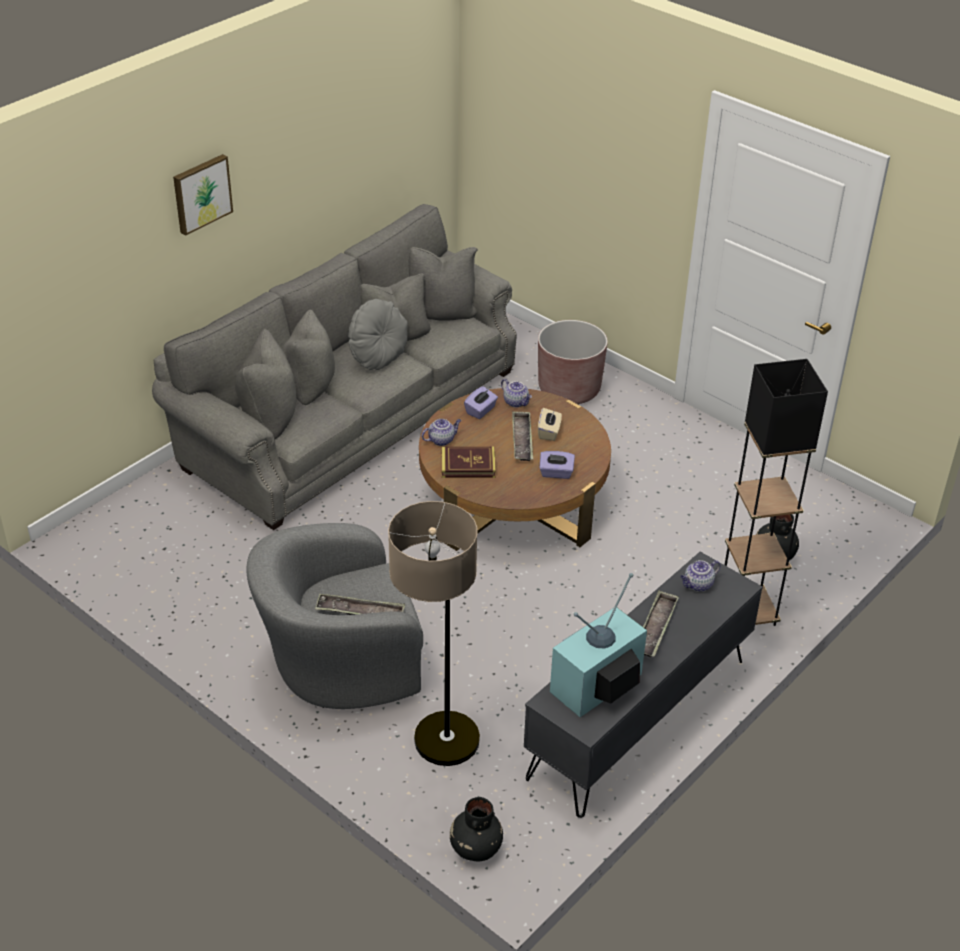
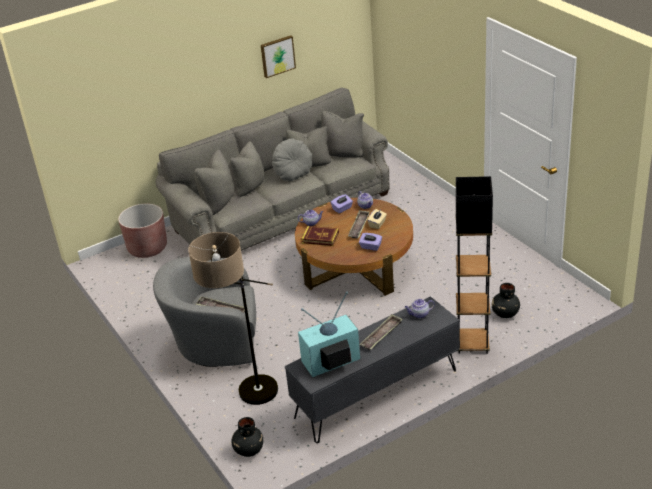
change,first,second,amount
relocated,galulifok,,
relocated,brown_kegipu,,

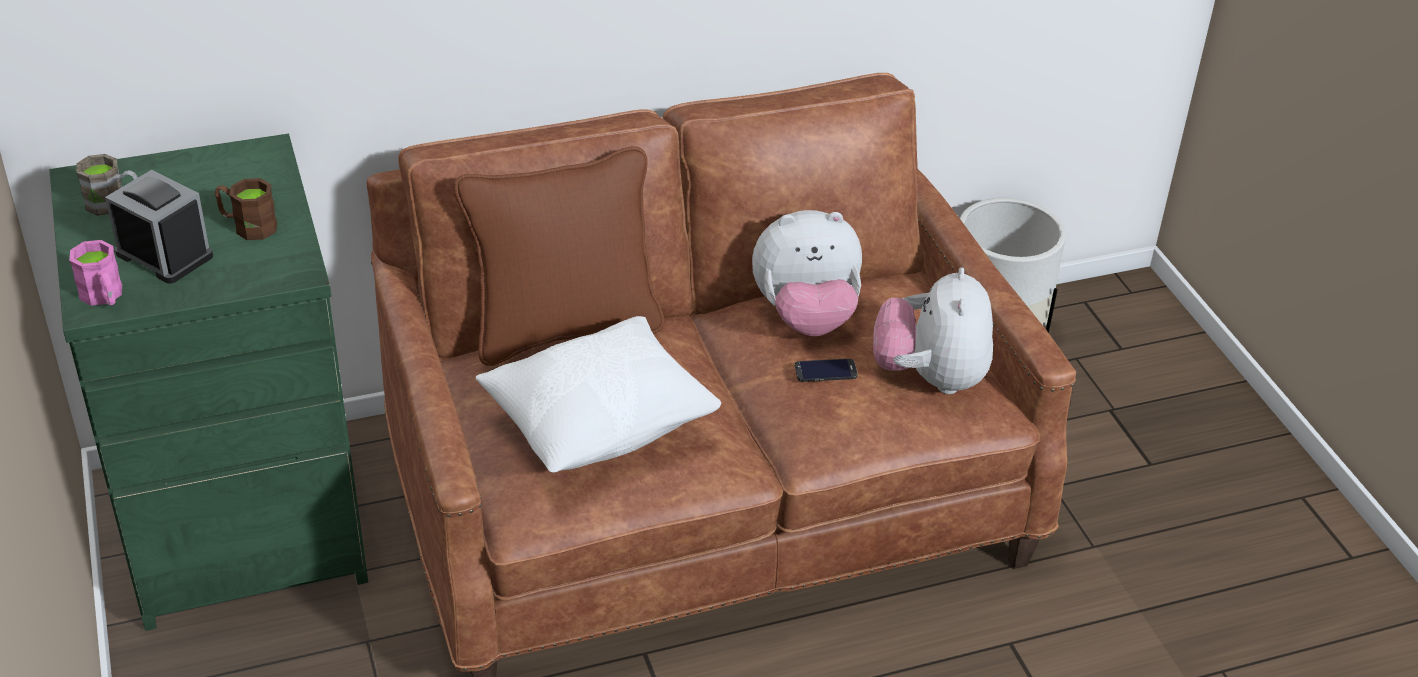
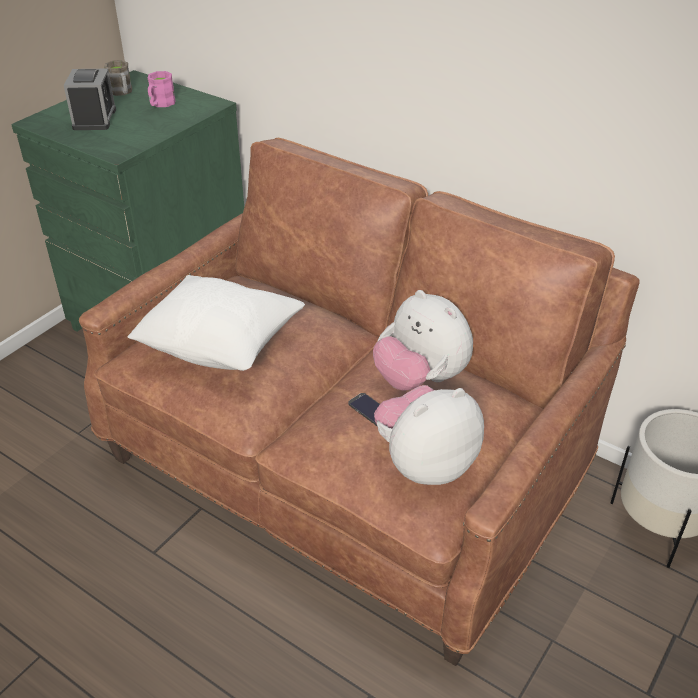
change,first,second,amount
relocated,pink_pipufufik,,
missing,brown_pipufufik (no. 2 from left),,
missing,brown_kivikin,,

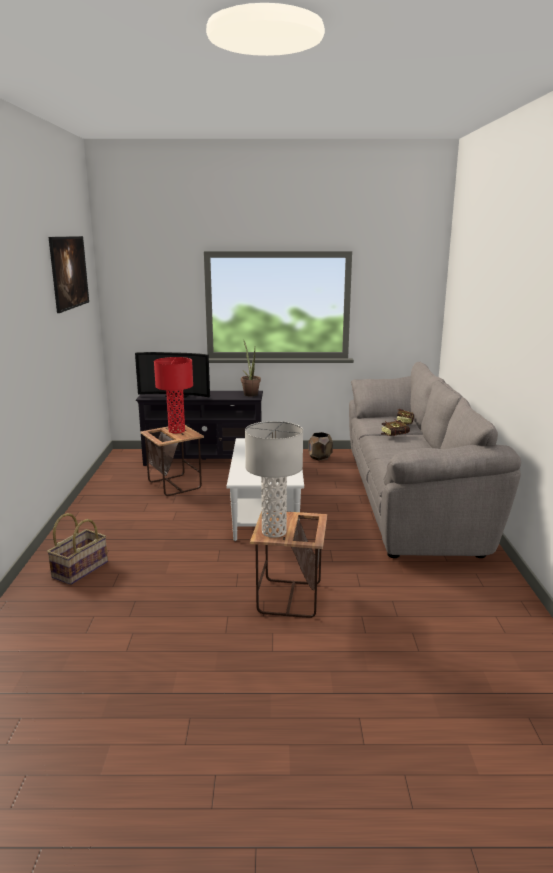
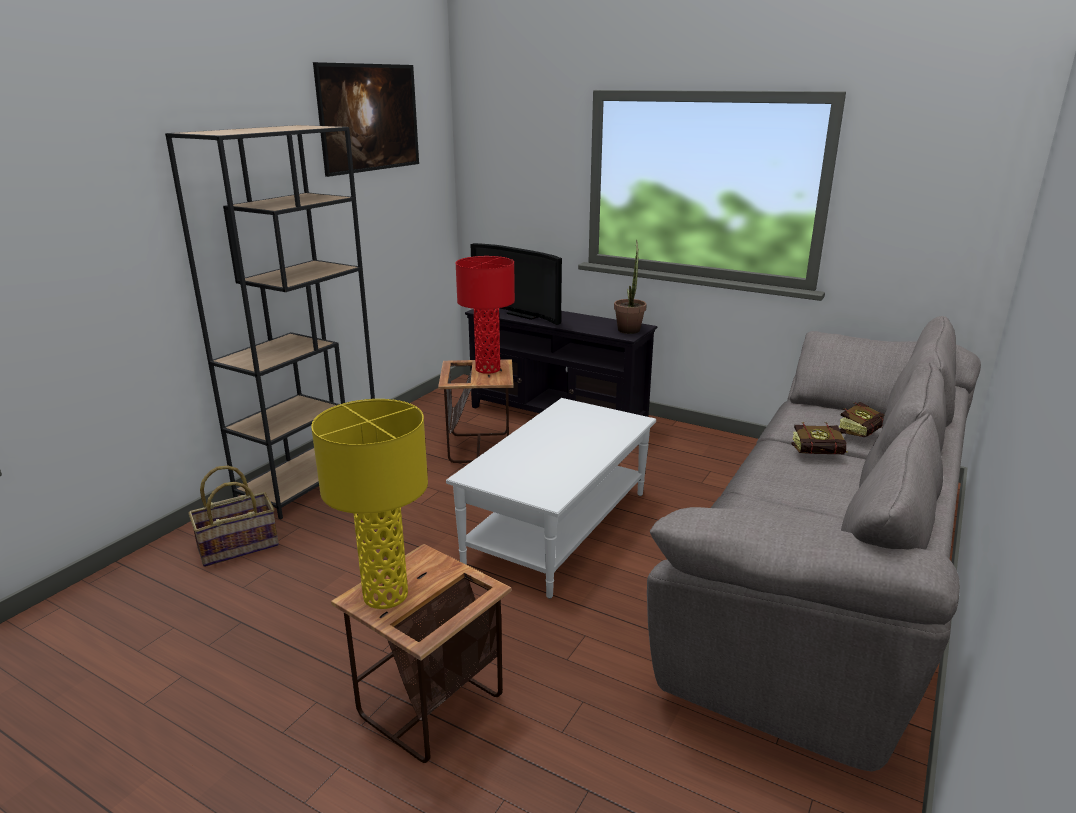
change,first,second,amount
colour,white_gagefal,yellow_gagefal,
missing,brown_kegipu,,
appeared,,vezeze,

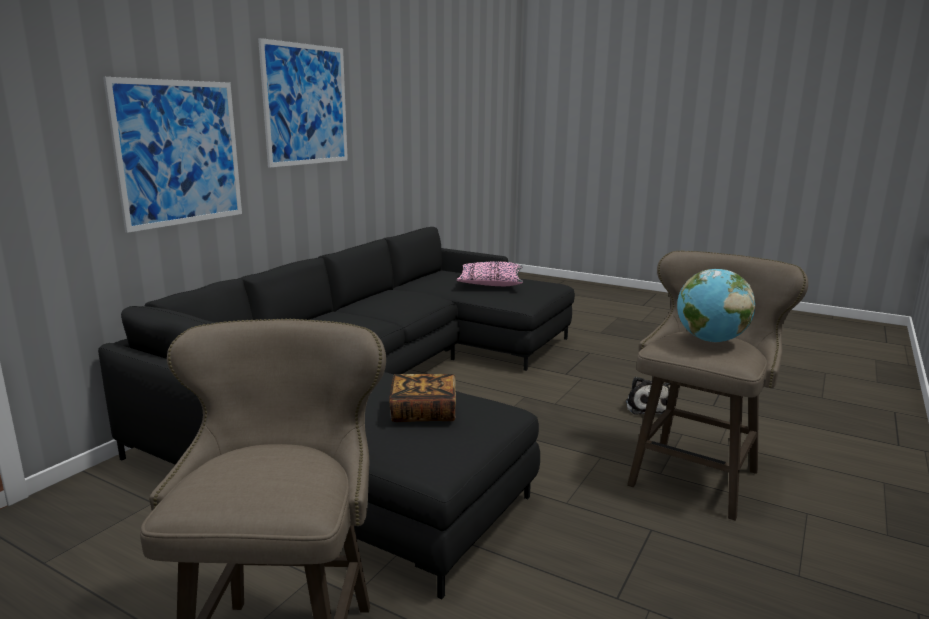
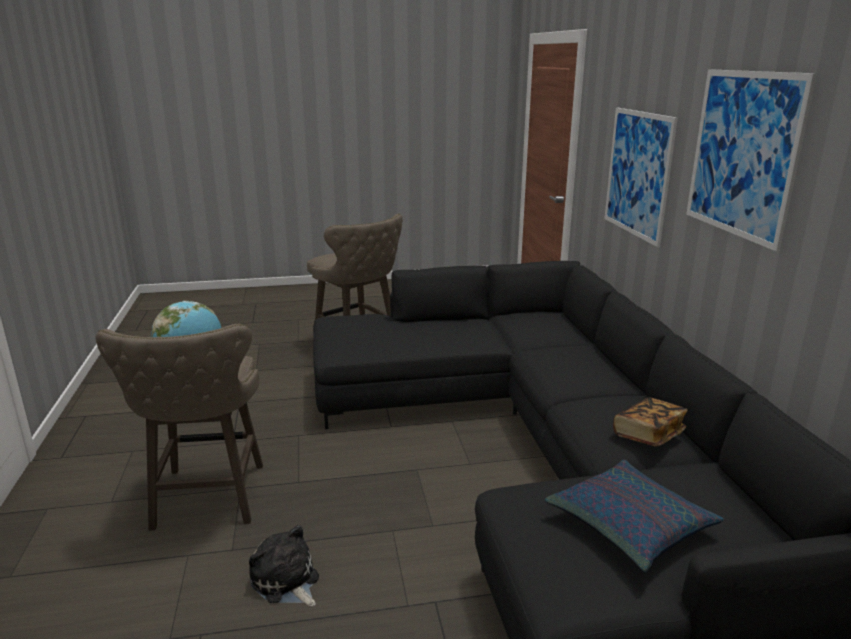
change,first,second,amount
relocated,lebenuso,,
colour,pink_kivikin,blue_kivikin,

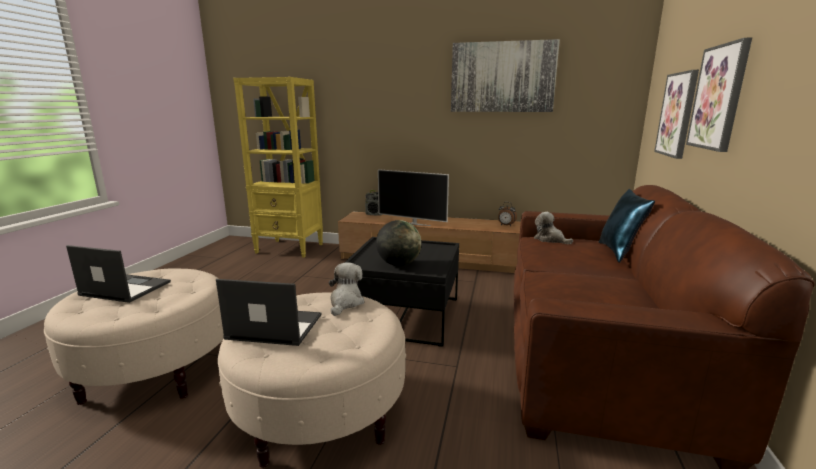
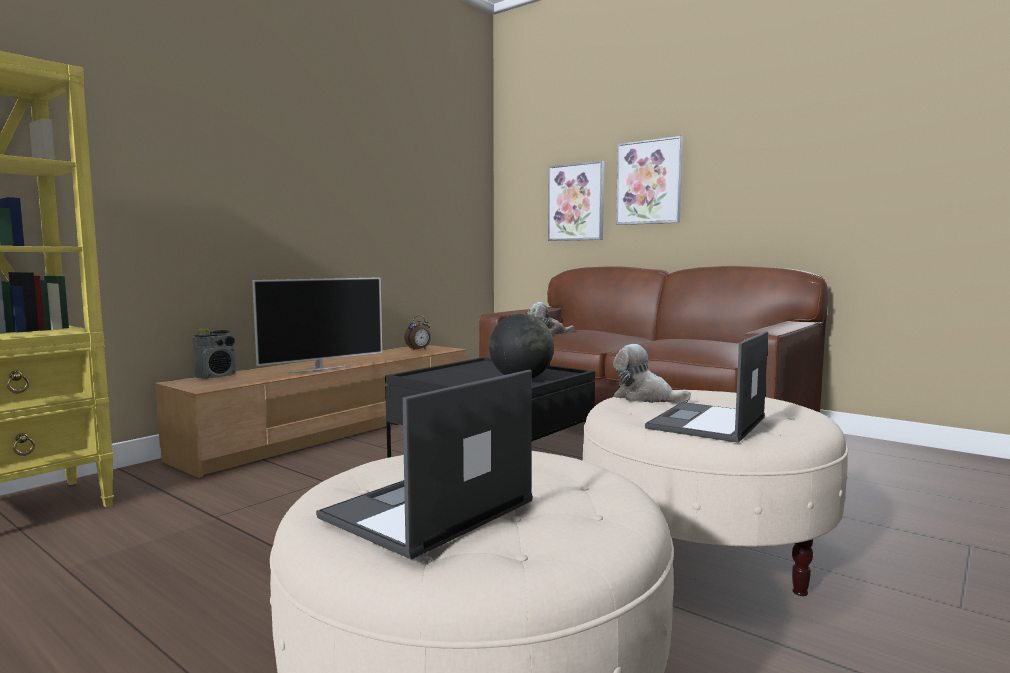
change,first,second,amount
missing,galulifok (no. 1 from left),,
missing,blue_kivikin,,

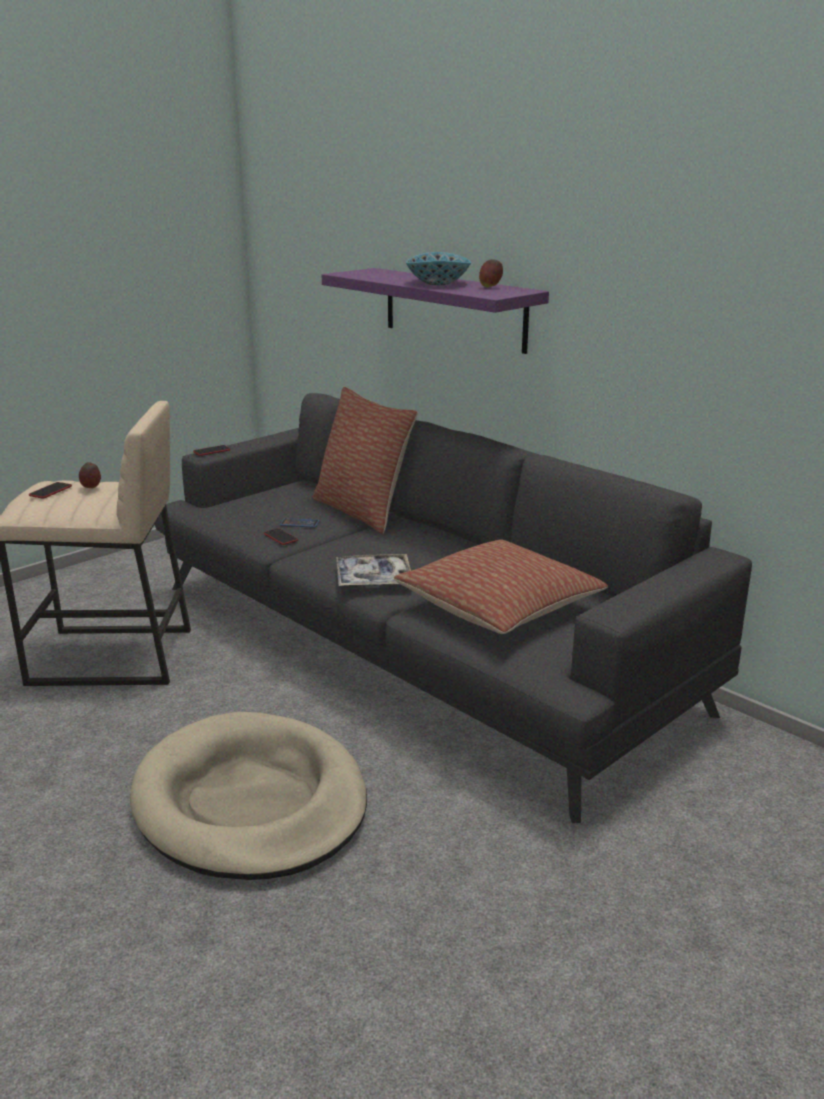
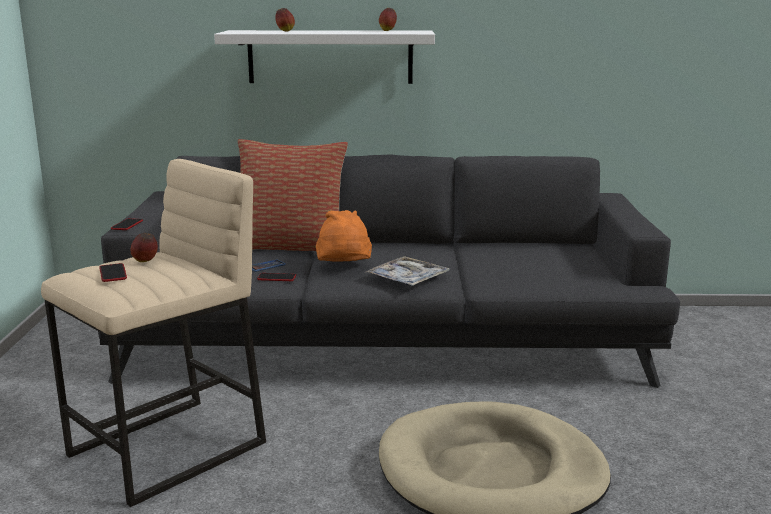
change,first,second,amount
colour,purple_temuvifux,white_temuvifux,
missing,kivikin (no. 2 from left),,
missing,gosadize,,
appeared,,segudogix (no. 2 from left),
appeared,,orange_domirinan,

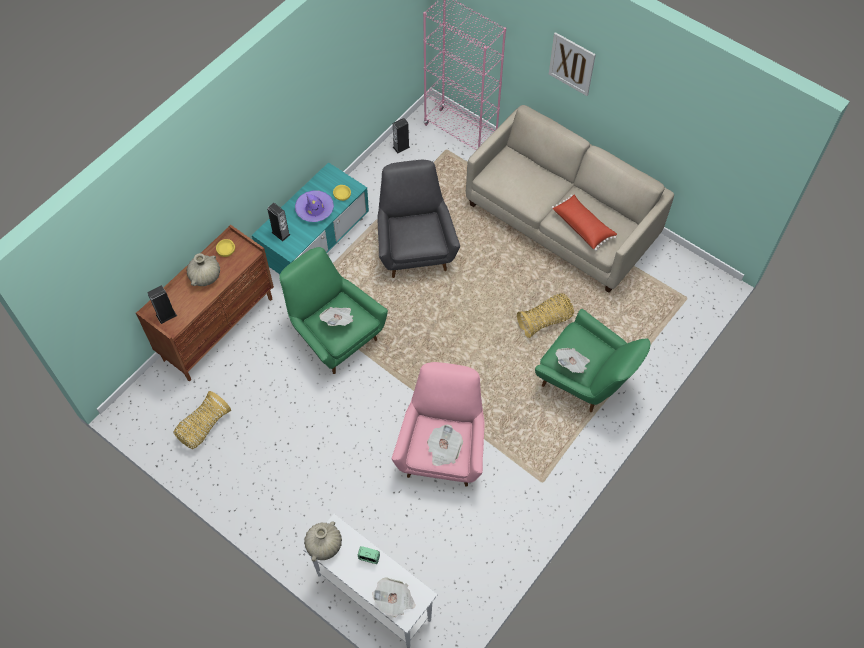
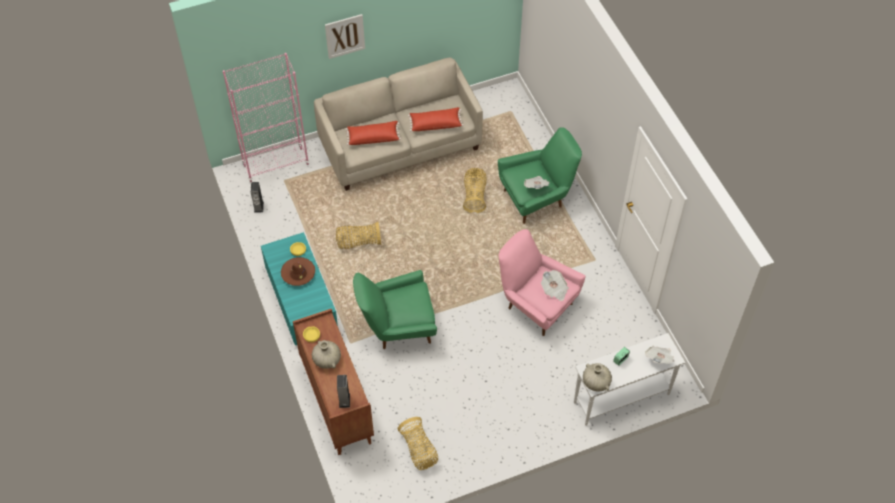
change,first,second,amount
missing,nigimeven (no. 2 from left),,
colour,purple_domirinan,brown_domirinan,
missing,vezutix (no. 1 from left),,
exchanged,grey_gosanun,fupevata (no. 1 from left),
appeared,,red_kivikin (no. 1 from left),

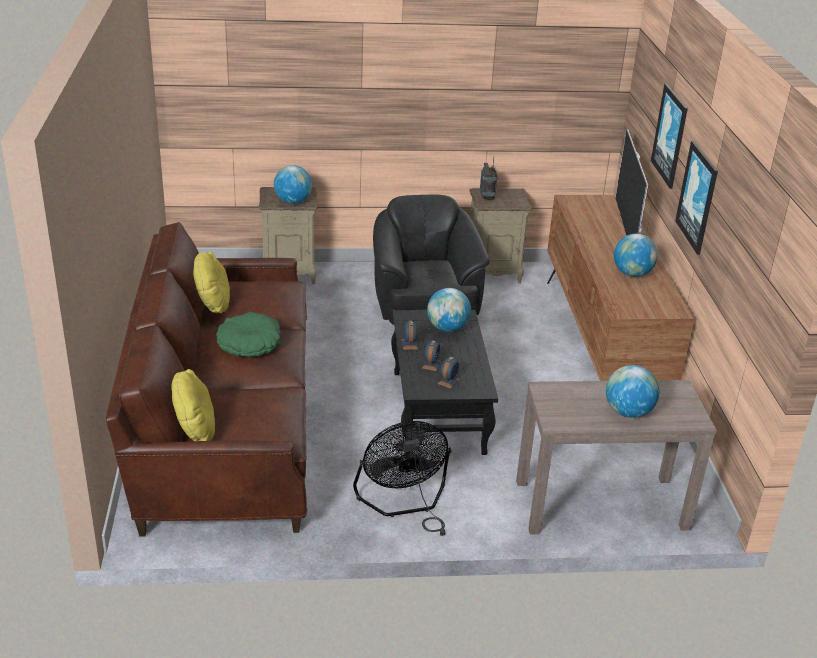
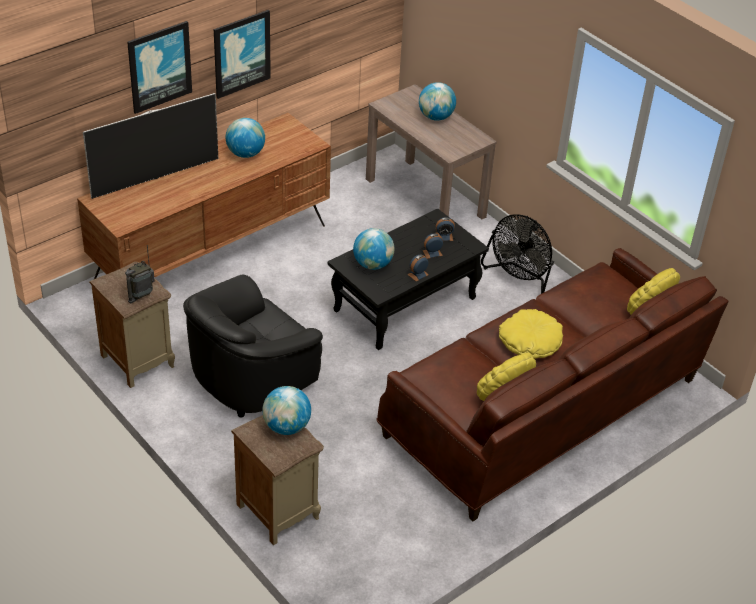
change,first,second,amount
colour,green_kivikin,yellow_kivikin (no. 2 from left),

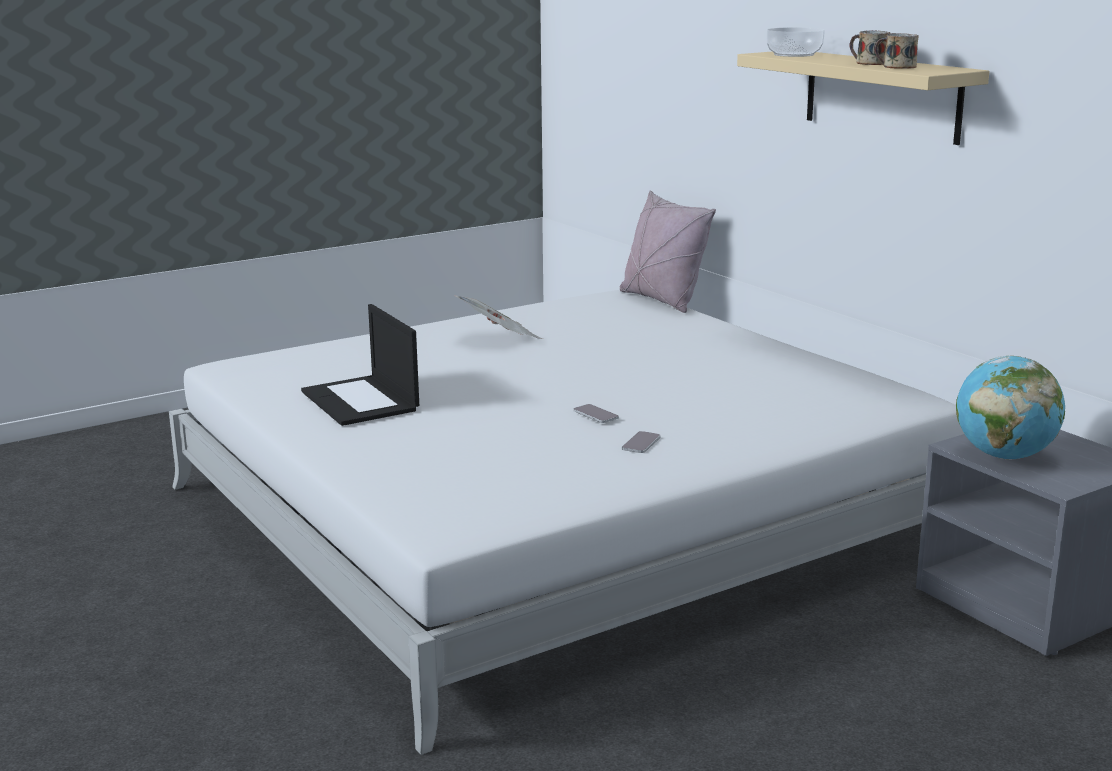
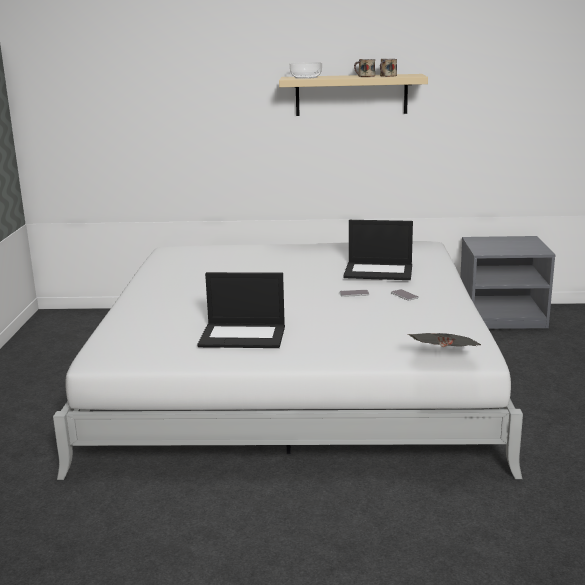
change,first,second,amount
relocated,vezutix,,
missing,purple_kivikin,,
missing,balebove,,
appeared,,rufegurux (no. 2 from left),

